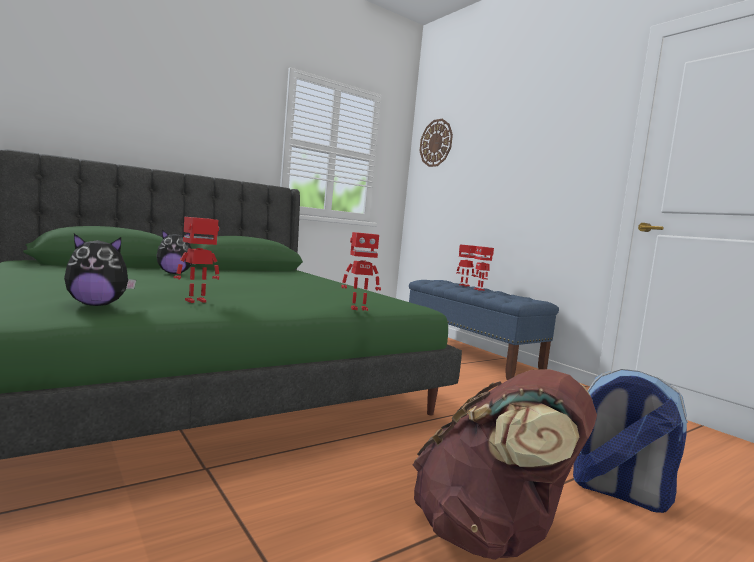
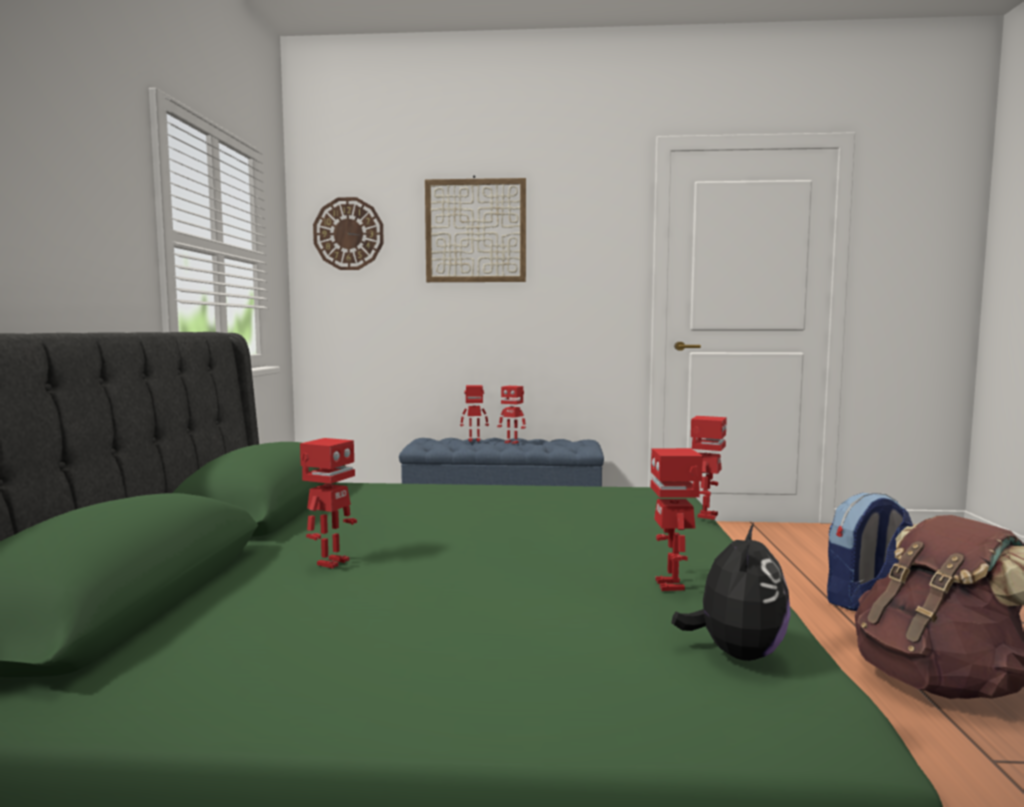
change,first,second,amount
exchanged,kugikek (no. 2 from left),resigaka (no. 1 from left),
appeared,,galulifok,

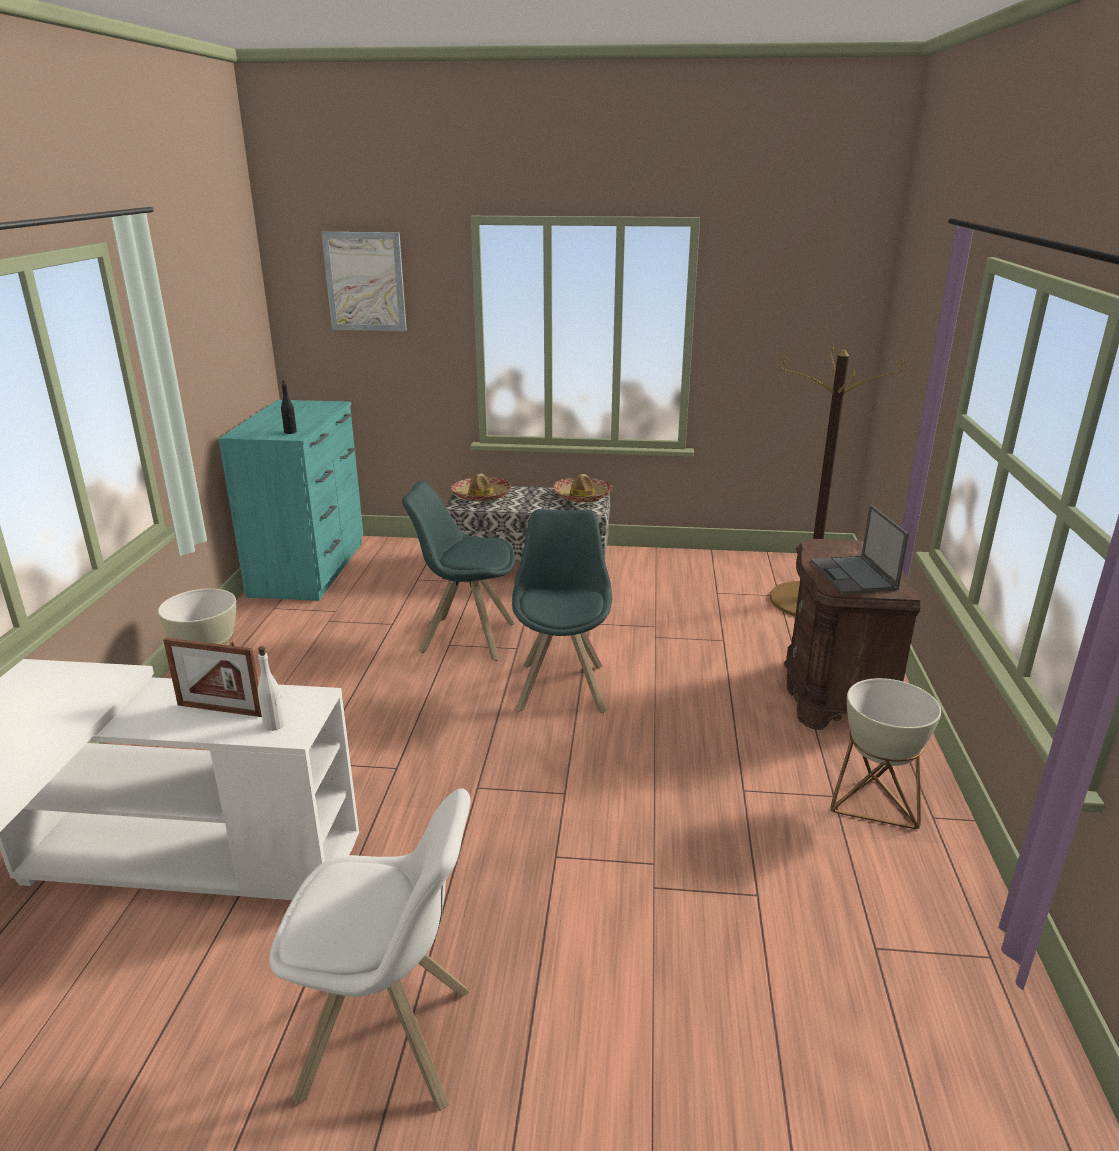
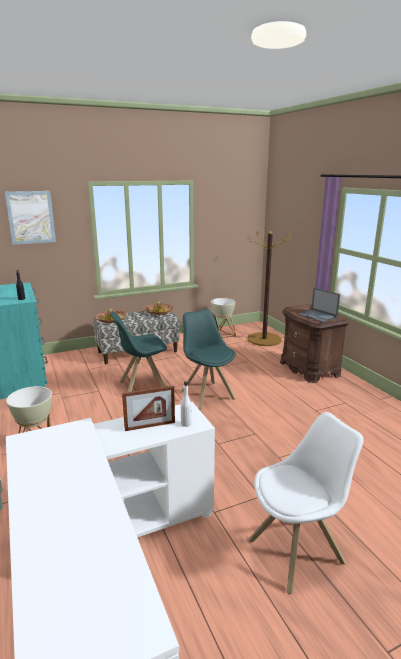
change,first,second,amount
relocated,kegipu (no. 2 from left),,

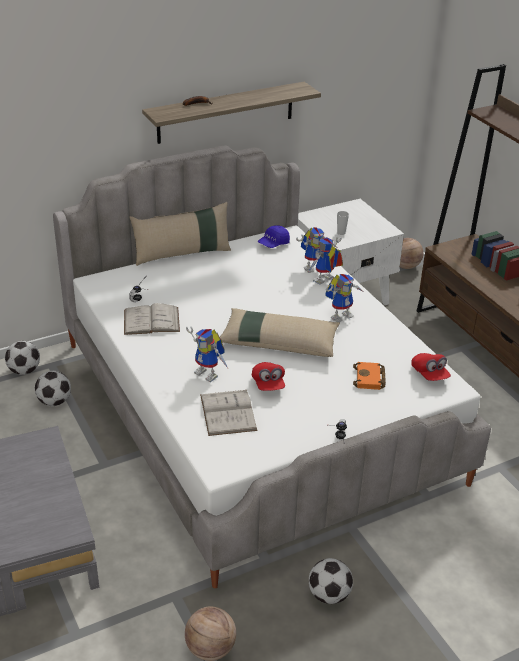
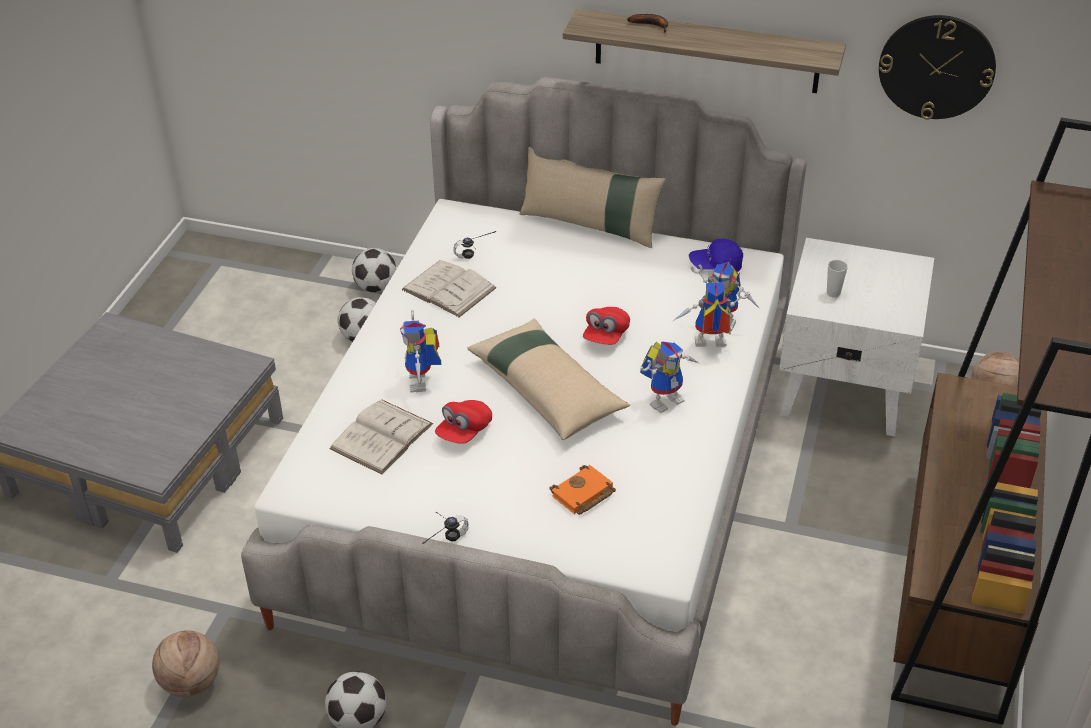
change,first,second,amount
spun,resigaka (no. 4 from left in the first image),resigaka (no. 2 from left),45 degrees counterclockwise
relocated,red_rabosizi (no. 2 from left),,
appeared,,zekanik,

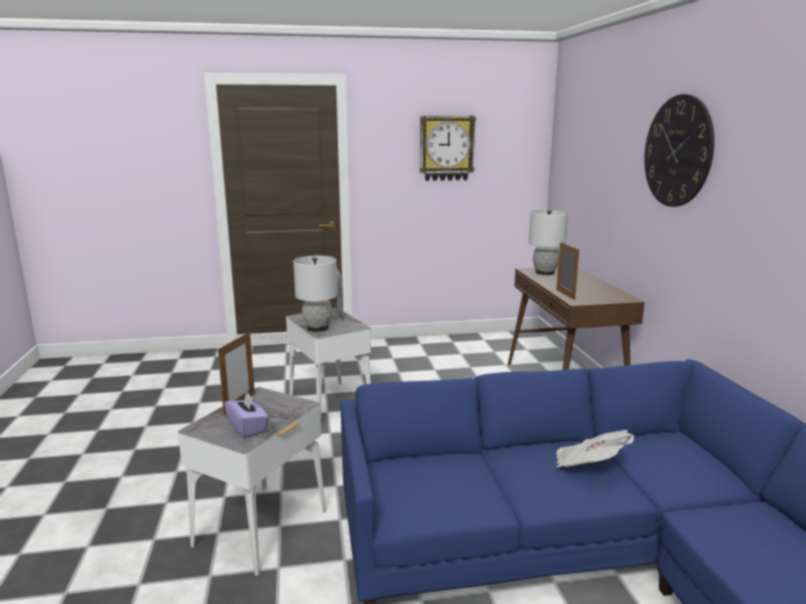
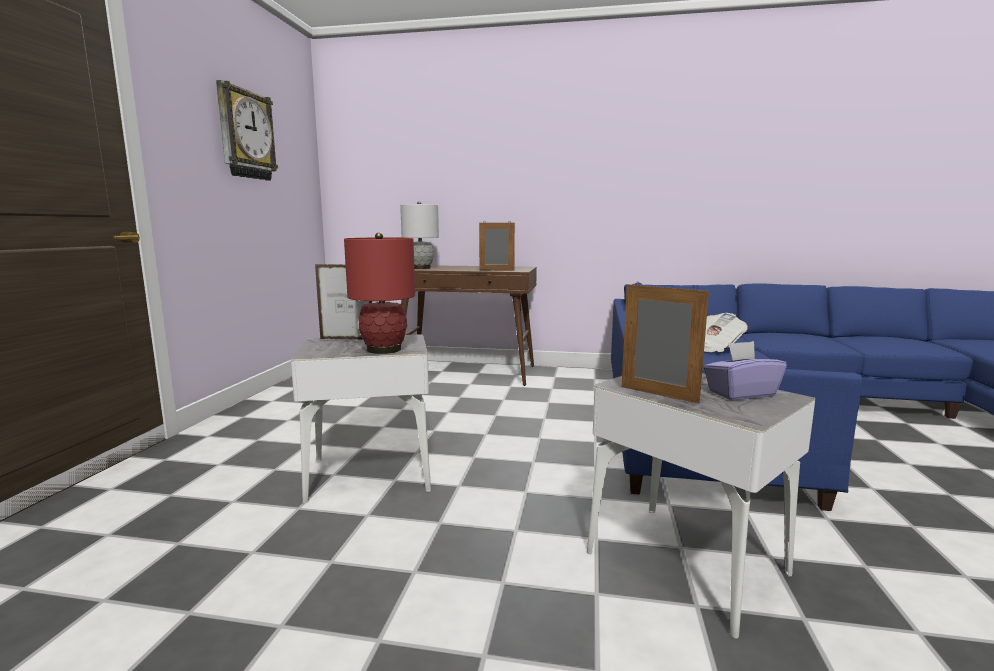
change,first,second,amount
colour,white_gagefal (no. 1 from left),red_gagefal,
missing,zekanik (no. 2 from left),,

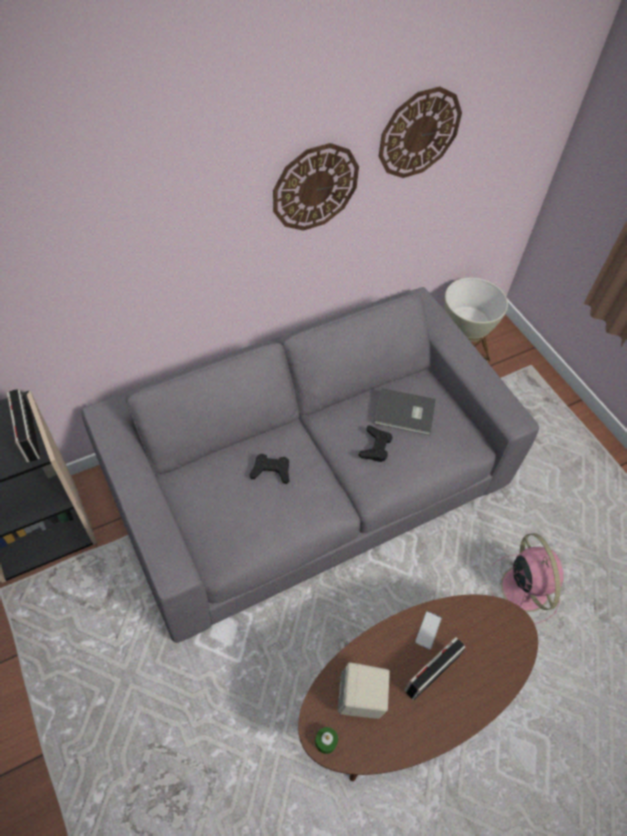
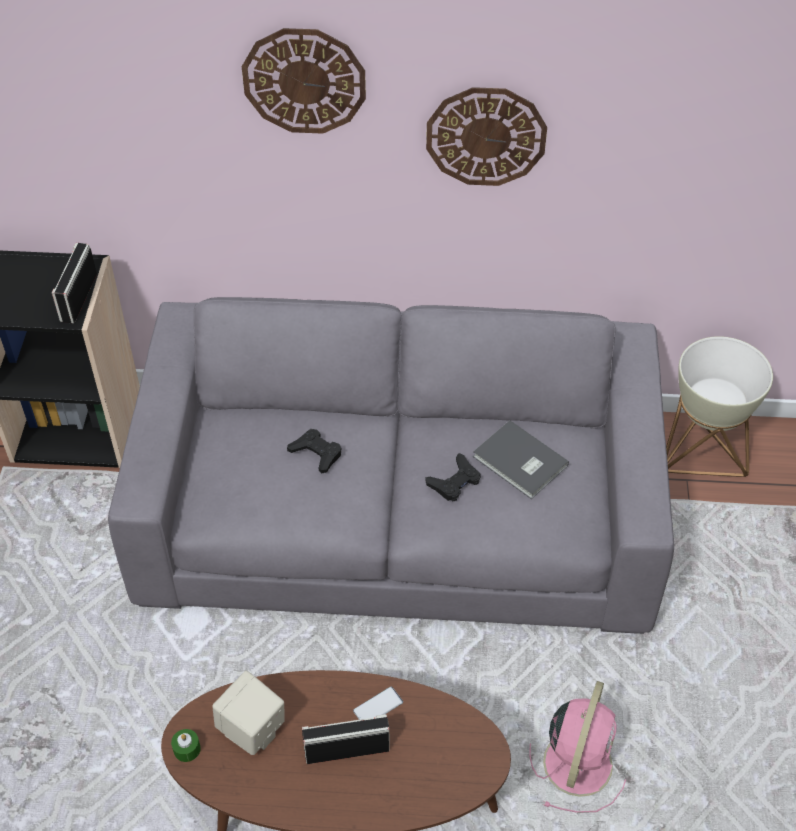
change,first,second,amount
relocated,zekanik (no. 2 from left in the first image),zekanik (no. 1 from left),

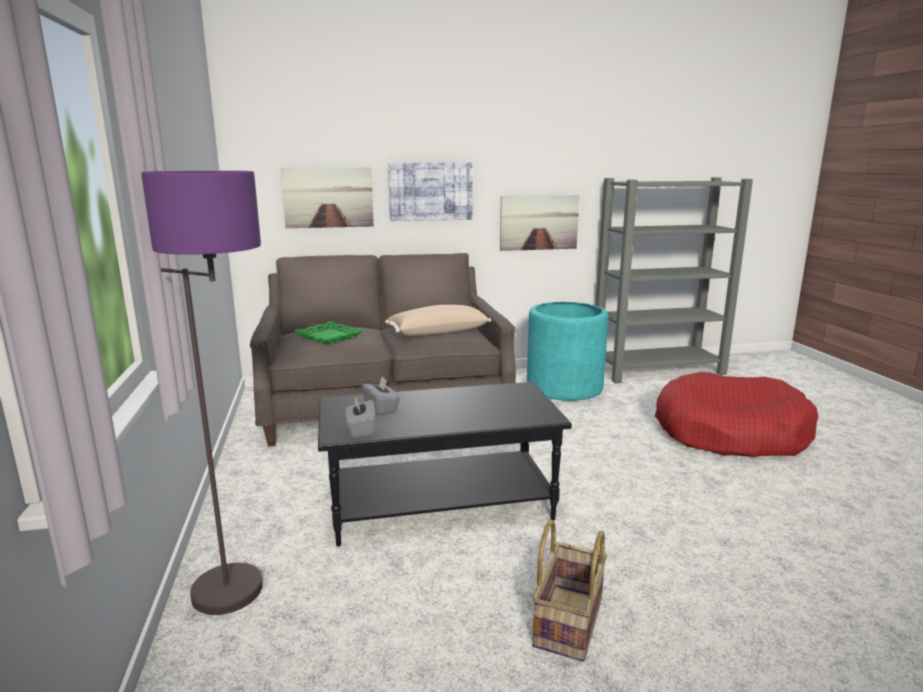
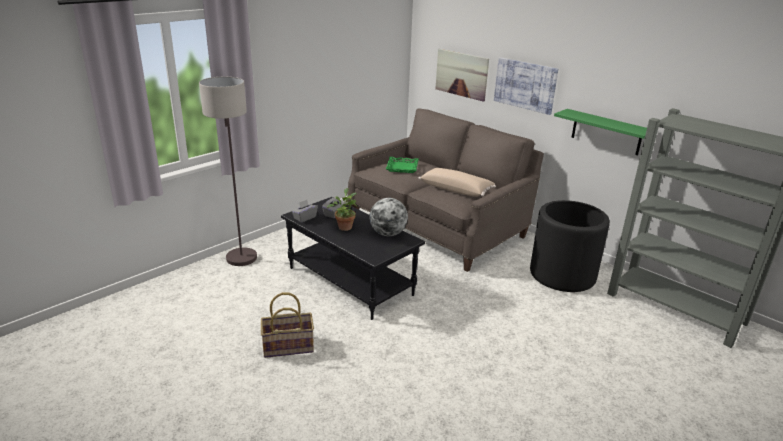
change,first,second,amount
colour,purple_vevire,grey_vevire,
exchanged,galulifok (no. 3 from left),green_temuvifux,
colour,turquoise_kegipu,black_kegipu,
missing,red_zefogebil,,
appeared,,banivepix,
appeared,,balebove,

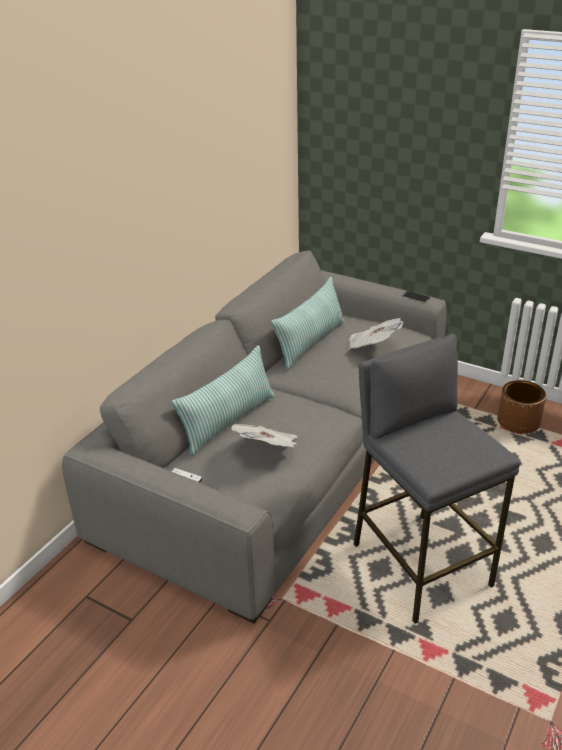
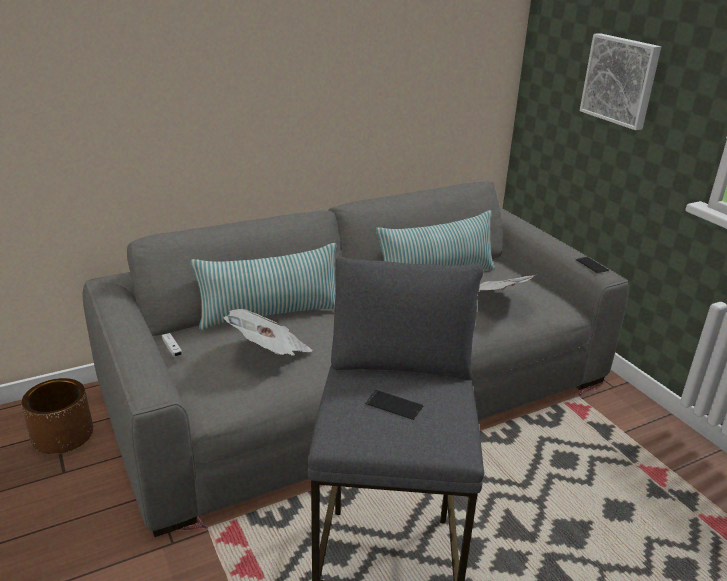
change,first,second,amount
relocated,brown_kegipu,,
appeared,,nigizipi (no. 1 from left),
appeared,,galulifok,

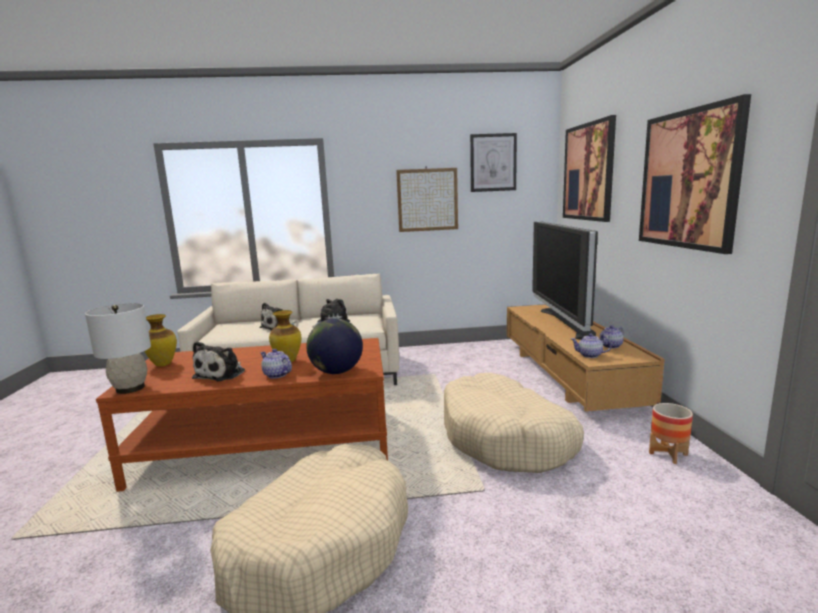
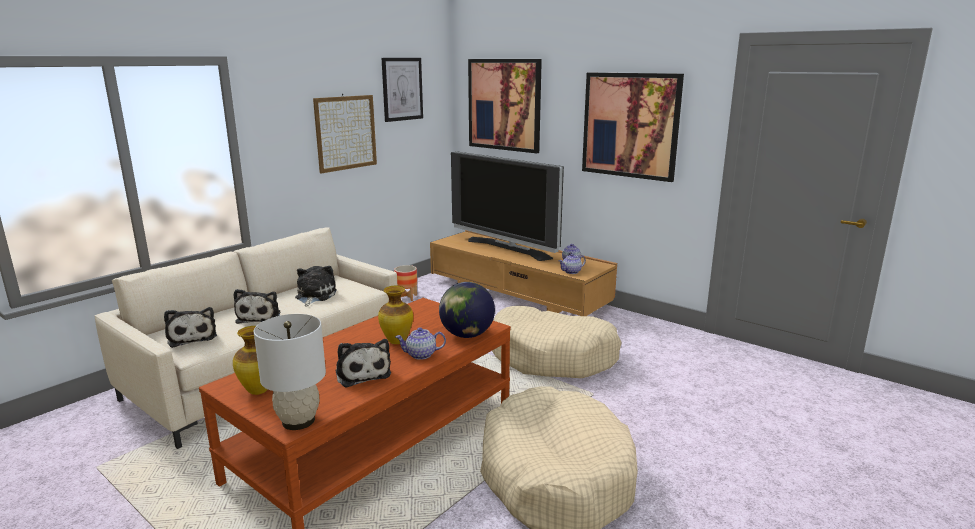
change,first,second,amount
relocated,kegipu,,
appeared,,kugikek (no. 1 from left),

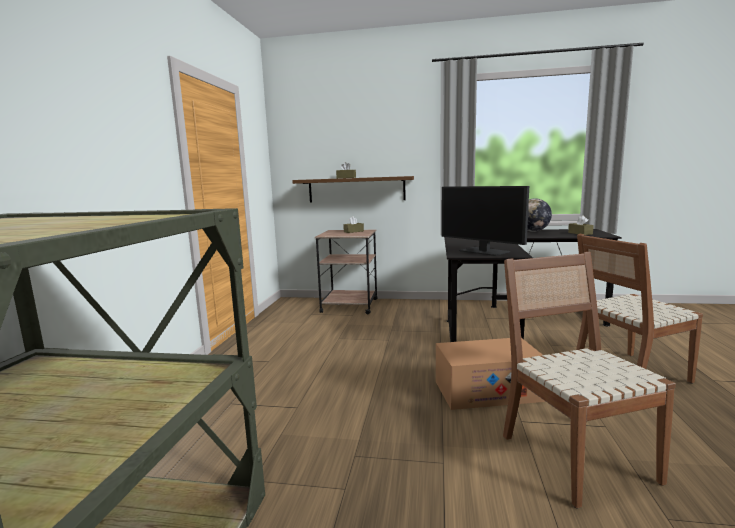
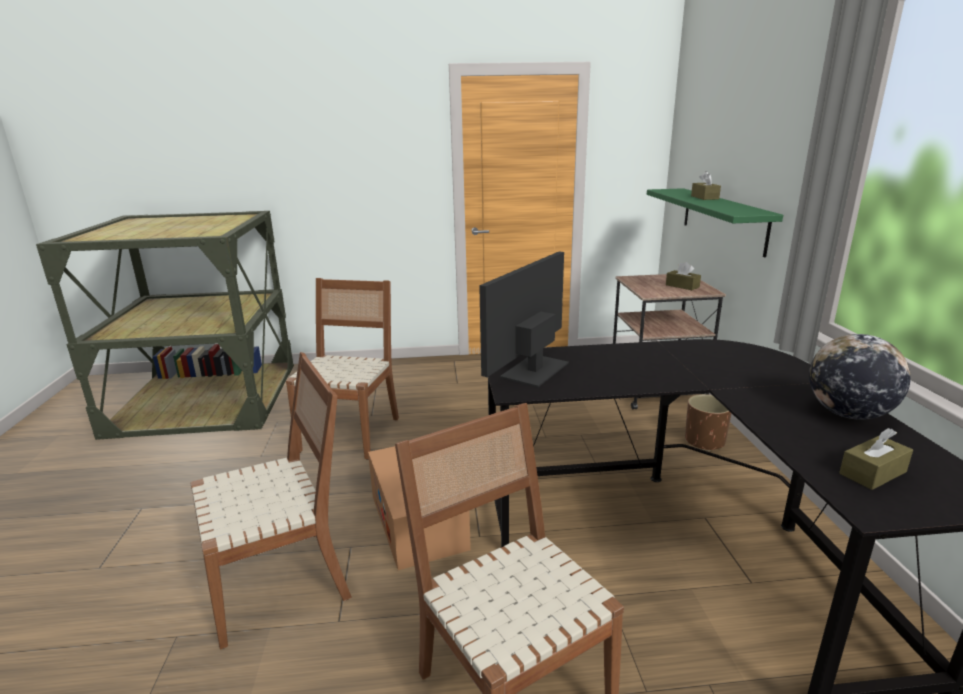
change,first,second,amount
colour,brown_temuvifux,green_temuvifux,
appeared,,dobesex (no. 2 from left),
appeared,,brown_kegipu,

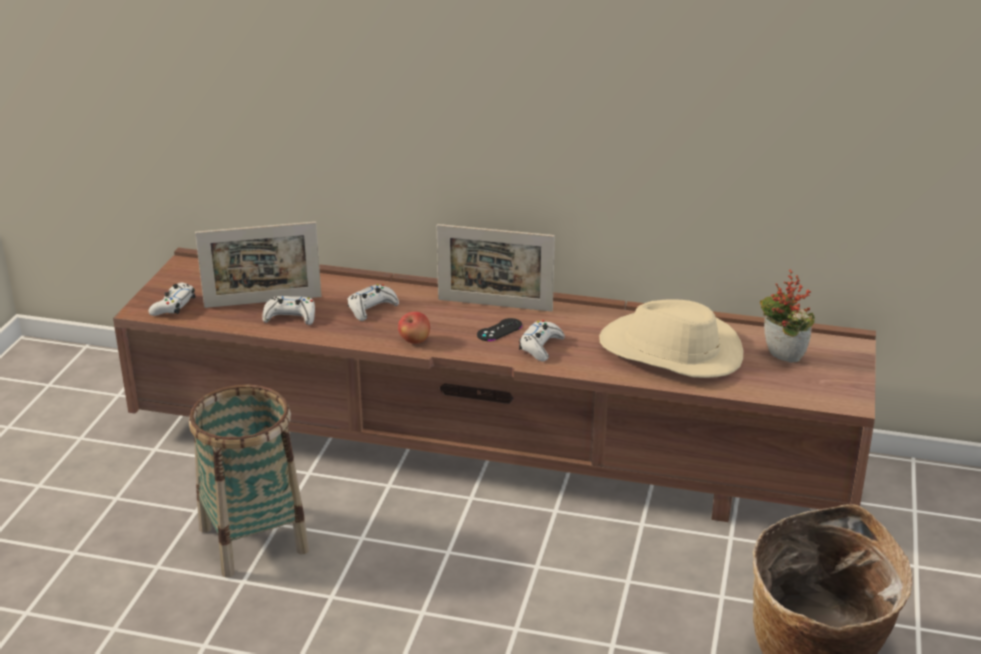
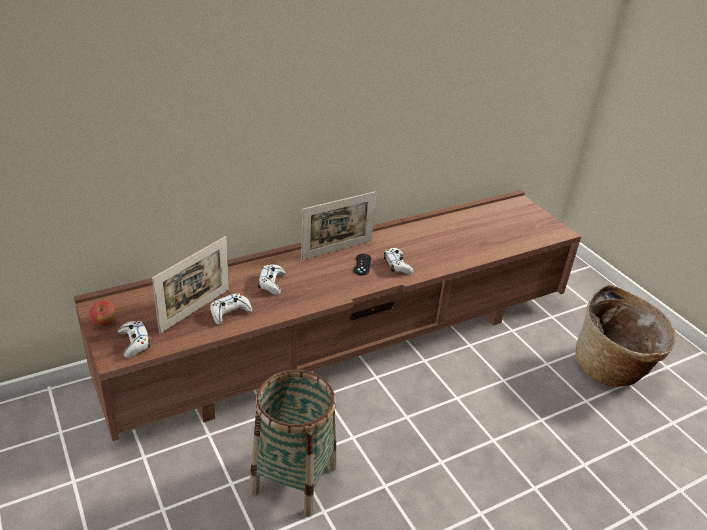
change,first,second,amount
relocated,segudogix,,
missing,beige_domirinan,,
missing,banivepix,,

